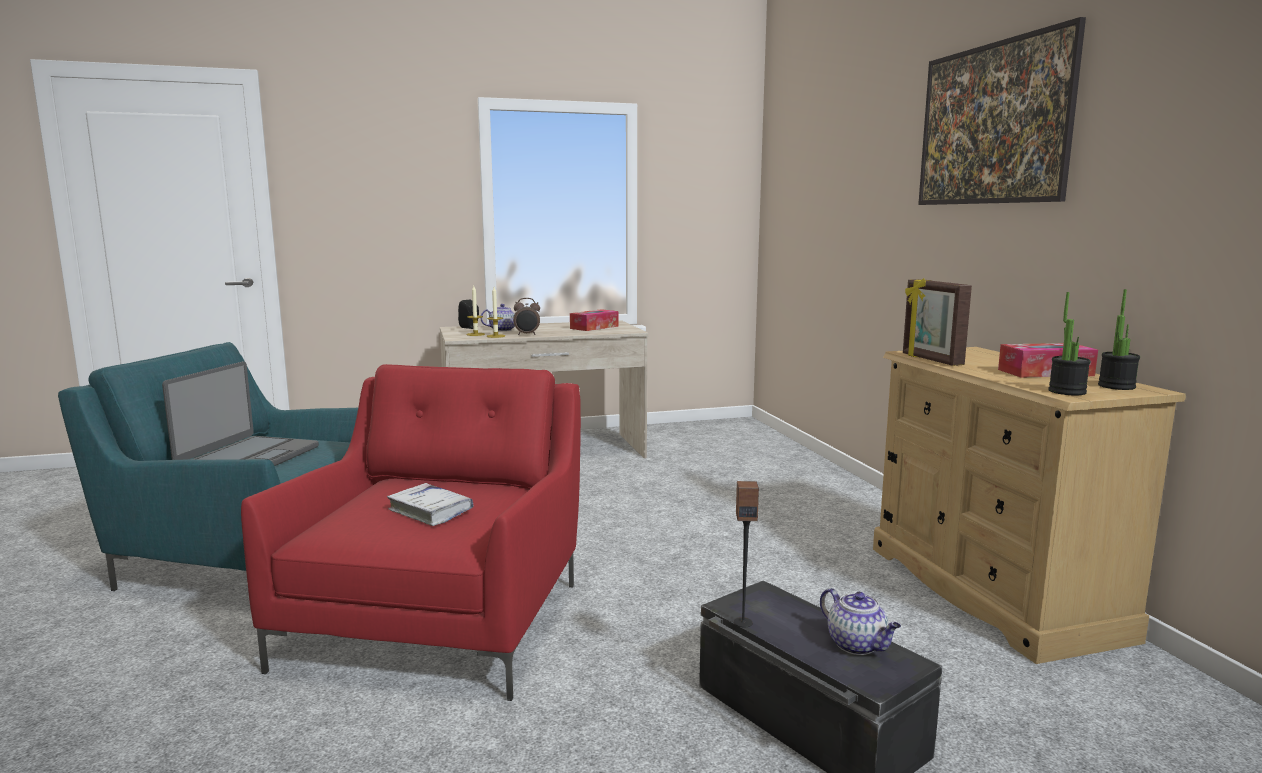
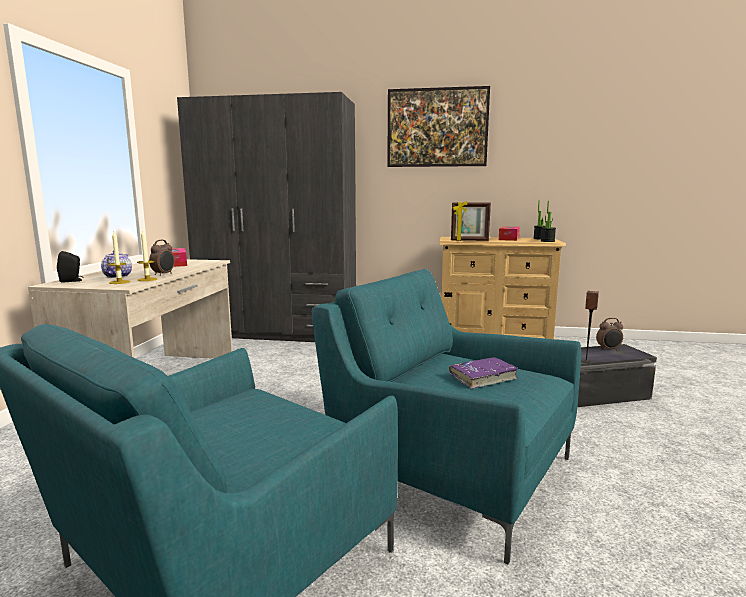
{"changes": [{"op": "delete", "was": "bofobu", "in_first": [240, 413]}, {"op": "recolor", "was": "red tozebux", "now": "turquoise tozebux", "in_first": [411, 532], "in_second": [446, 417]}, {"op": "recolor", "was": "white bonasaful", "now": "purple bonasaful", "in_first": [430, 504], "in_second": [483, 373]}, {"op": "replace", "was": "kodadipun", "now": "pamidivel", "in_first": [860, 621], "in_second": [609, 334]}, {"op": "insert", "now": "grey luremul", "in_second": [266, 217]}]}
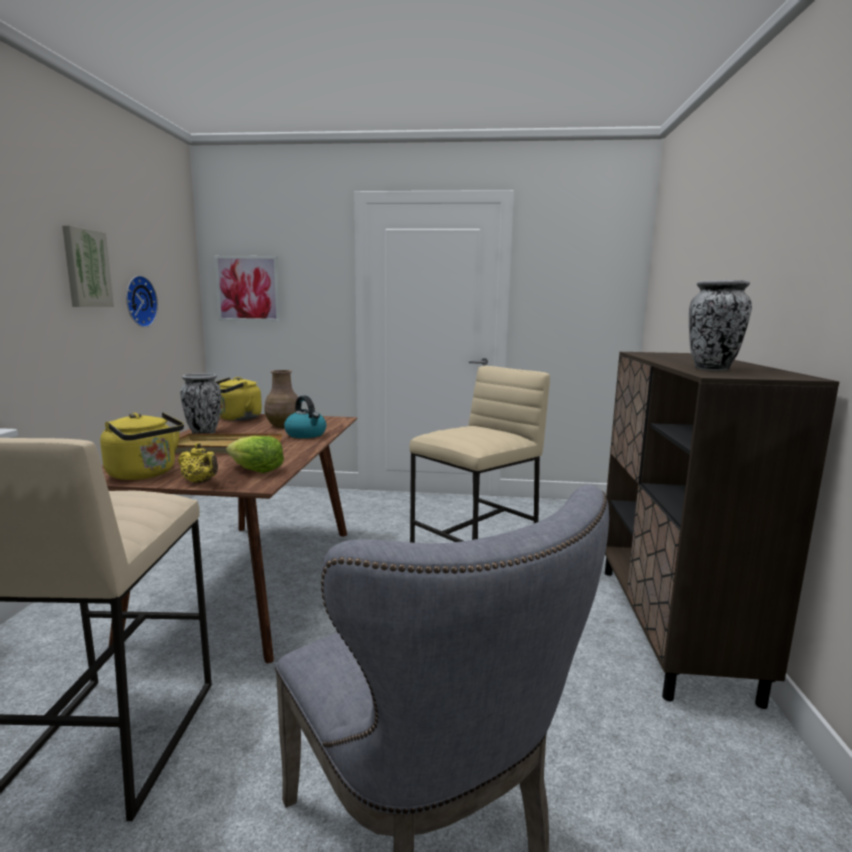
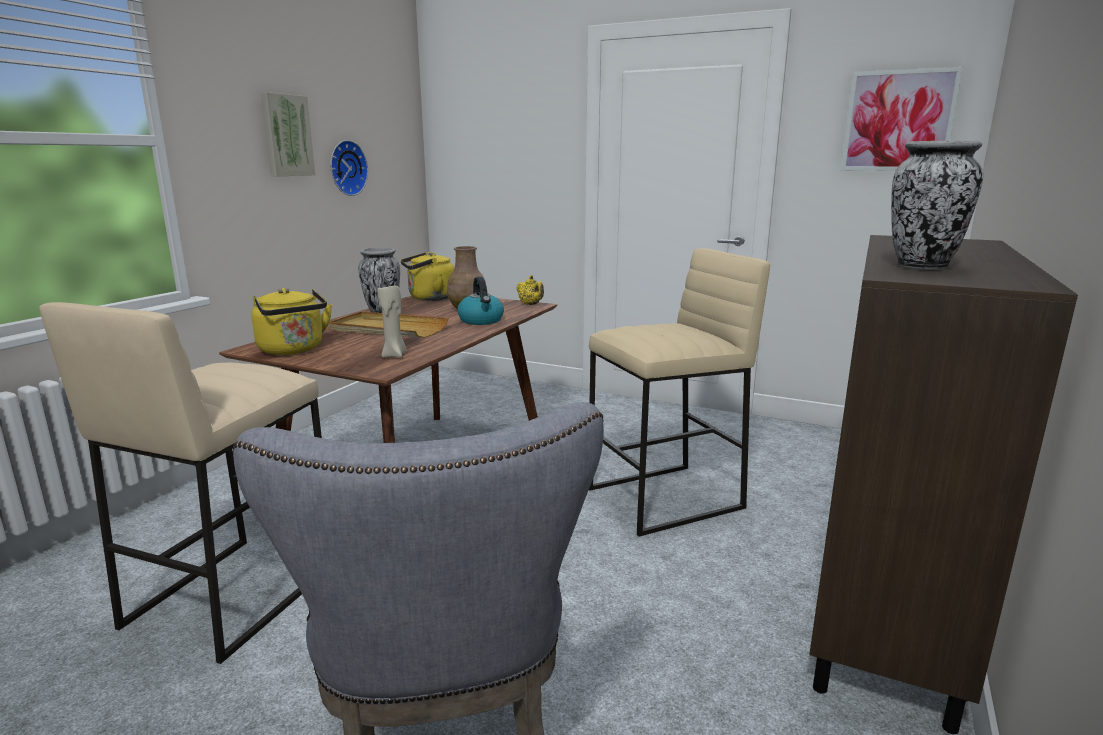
{"changes": [{"op": "move", "was": "yellow kodadipun", "in_first": [198, 463], "in_second": [530, 290]}, {"op": "move", "was": "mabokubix", "in_first": [247, 289], "in_second": [902, 119]}, {"op": "replace", "was": "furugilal", "now": "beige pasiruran", "in_first": [255, 454], "in_second": [392, 320]}]}
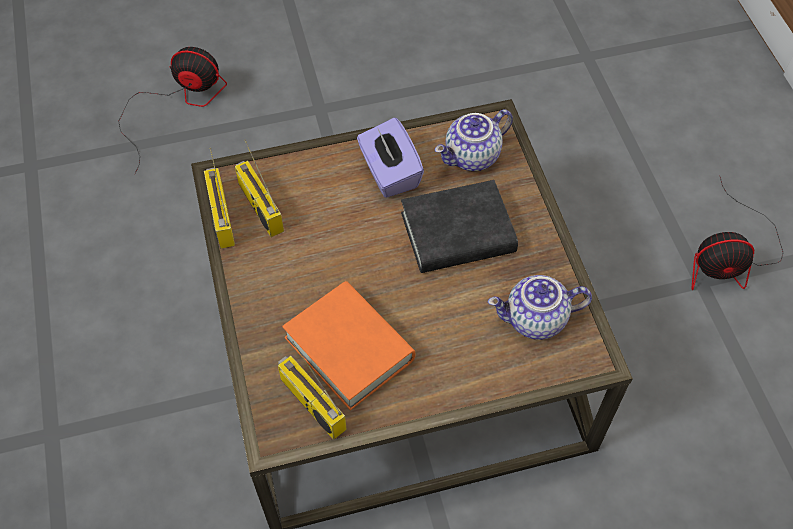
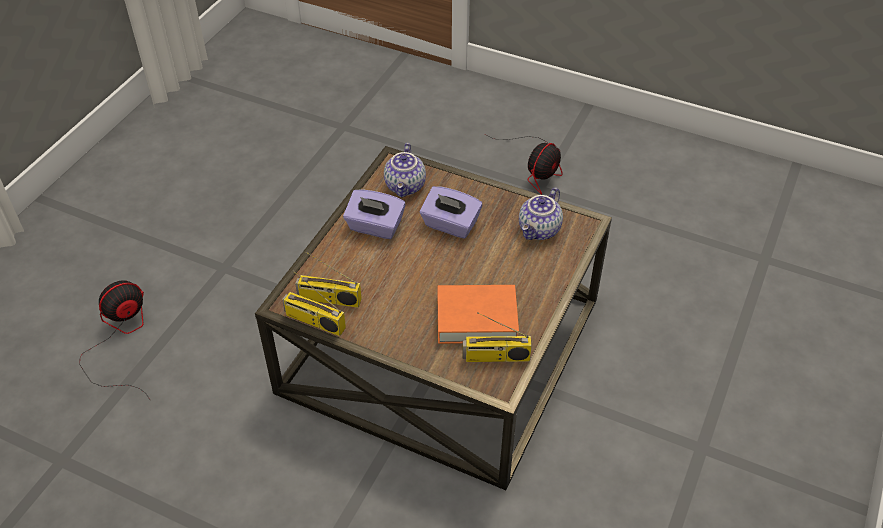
{"changes": [{"op": "replace", "was": "black bonasaful", "now": "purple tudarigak", "in_first": [459, 226], "in_second": [451, 212]}]}
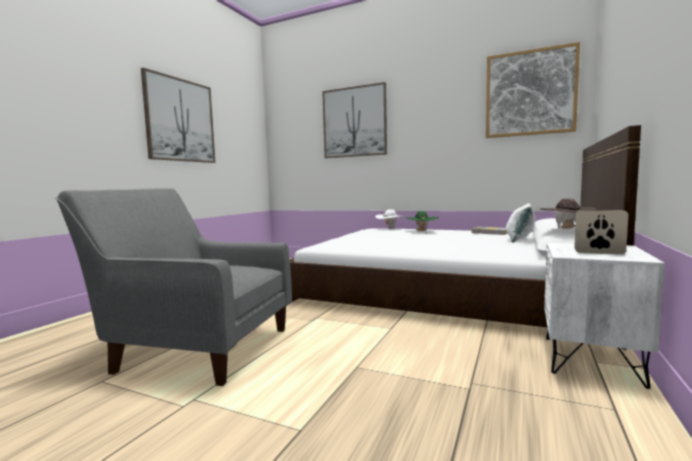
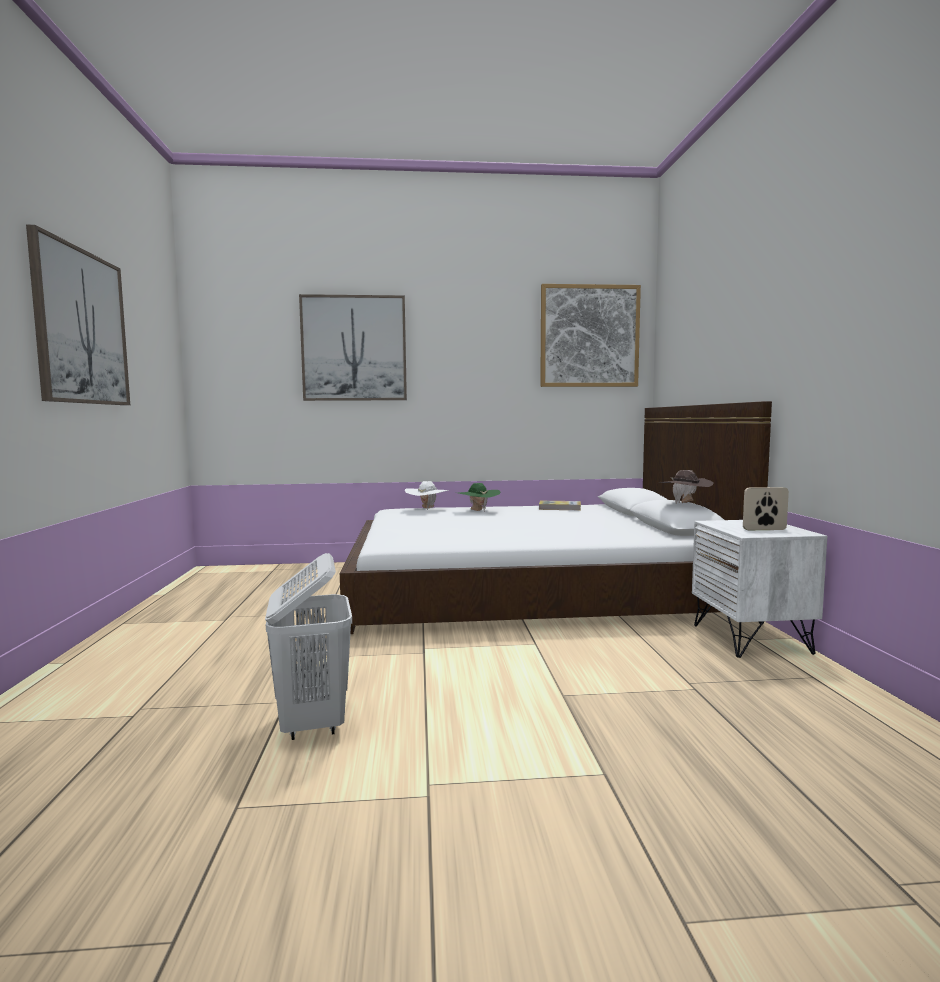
{"changes": [{"op": "replace", "was": "grey tozebux", "now": "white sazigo", "in_first": [173, 287], "in_second": [308, 646]}, {"op": "delete", "was": "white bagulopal", "in_first": [521, 223]}]}
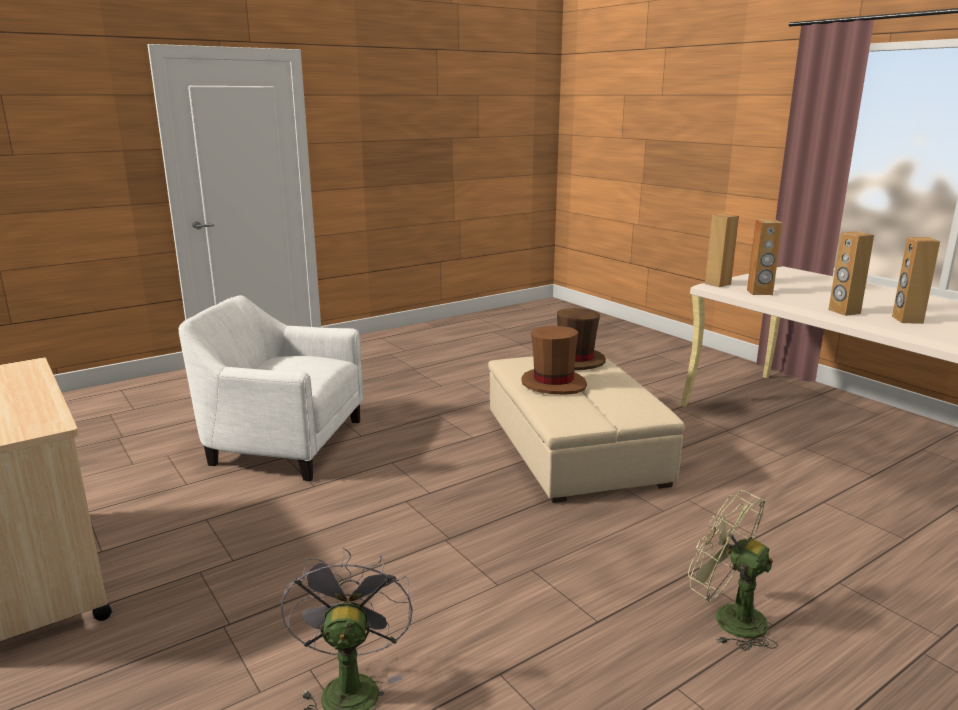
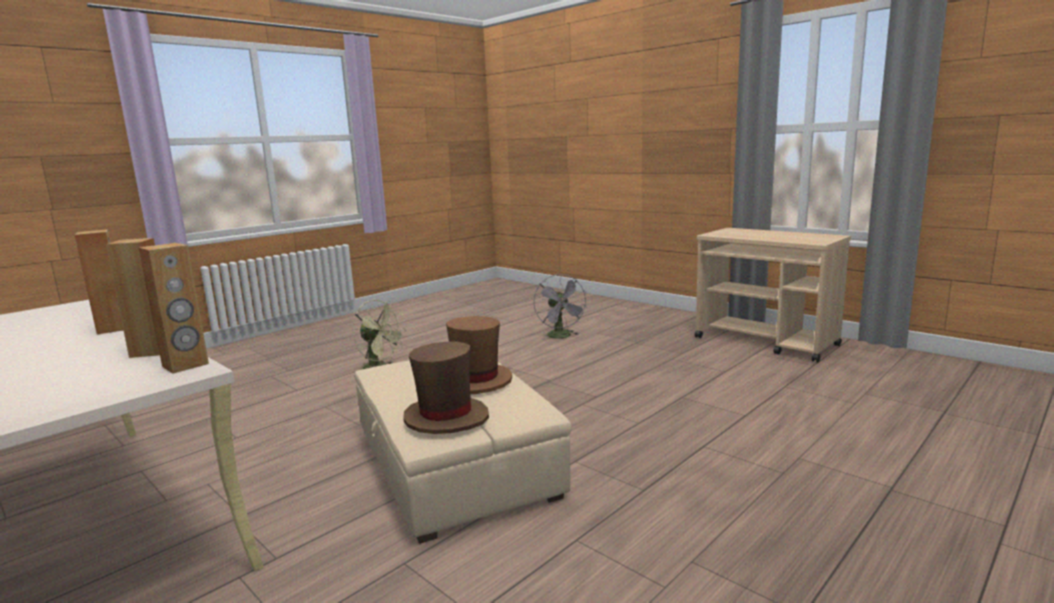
{"changes": [{"op": "delete", "was": "white tozebux", "in_first": [271, 388]}, {"op": "delete", "was": "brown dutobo", "in_first": [916, 280]}]}
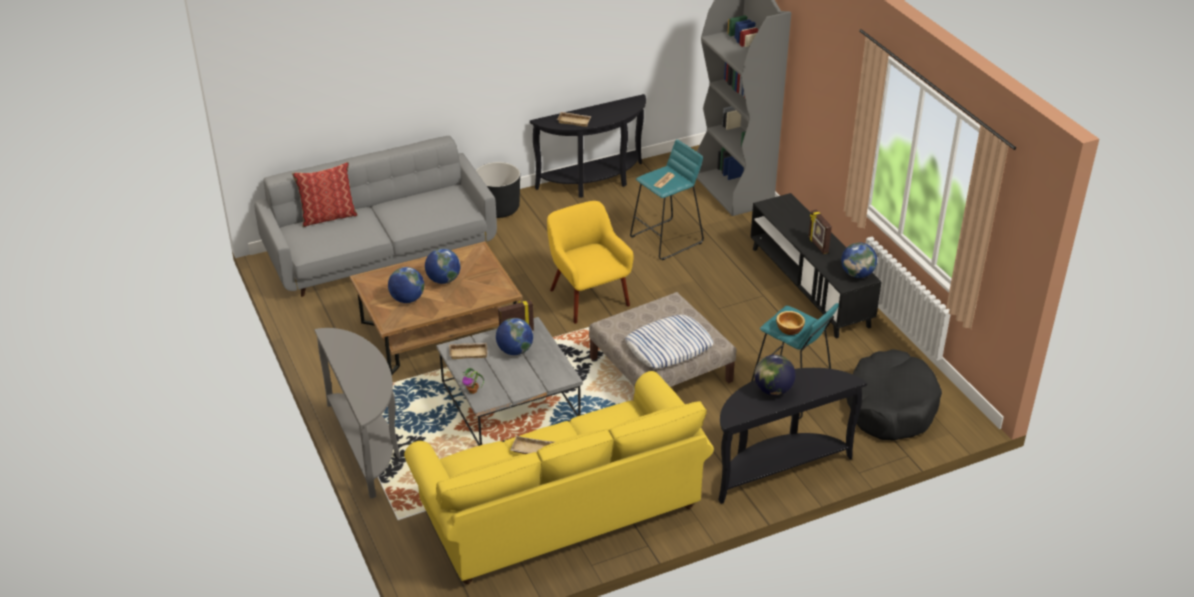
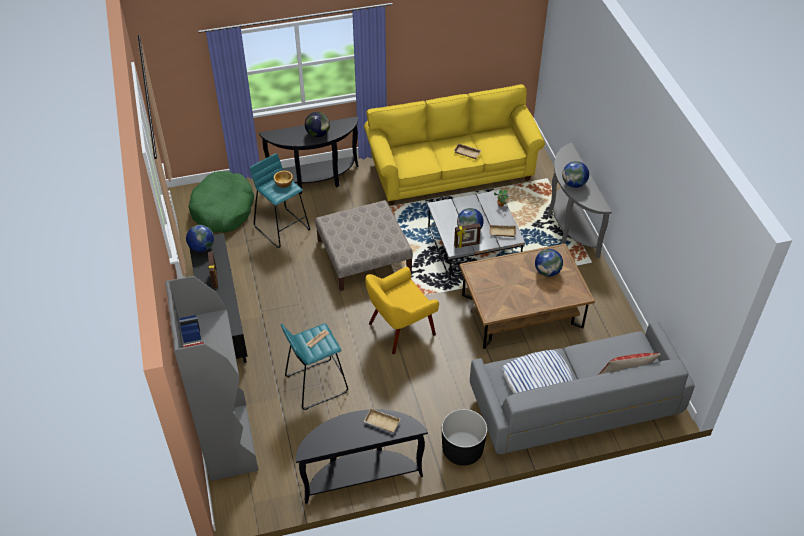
{"changes": [{"op": "move", "was": "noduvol", "in_first": [442, 266], "in_second": [575, 174]}, {"op": "rotate", "was": "yellow tozebux", "in_first": [590, 262], "in_second": [402, 310], "clockwise": 75}, {"op": "move", "was": "bagulopal", "in_first": [669, 341], "in_second": [537, 372]}, {"op": "recolor", "was": "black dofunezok", "now": "green dofunezok", "in_first": [894, 395], "in_second": [221, 202]}]}
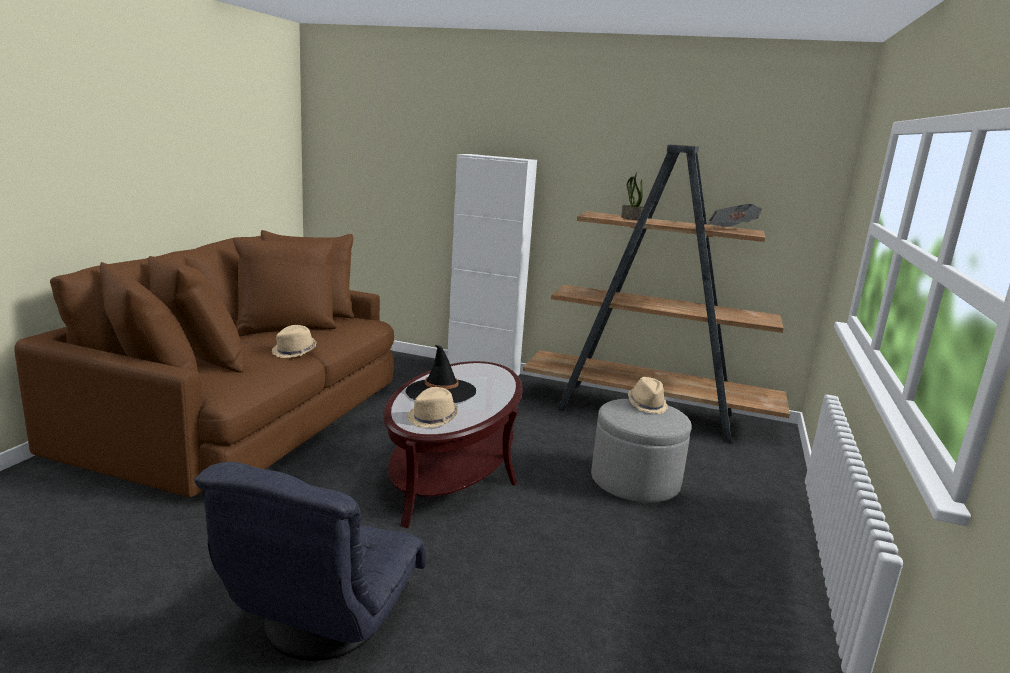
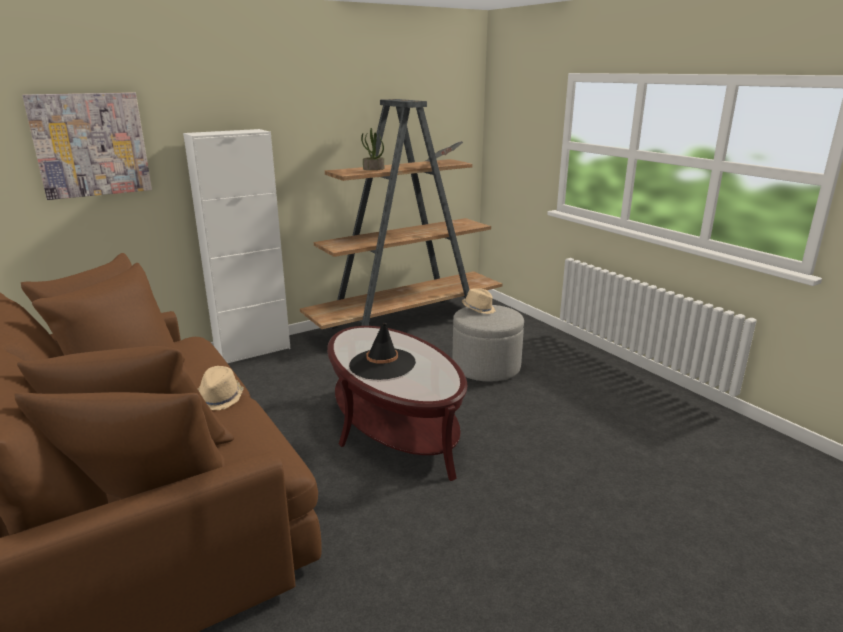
{"changes": [{"op": "delete", "was": "grey tozebux", "in_first": [310, 561]}, {"op": "delete", "was": "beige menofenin", "in_first": [433, 407]}, {"op": "insert", "now": "mabokubix", "in_second": [87, 146]}]}
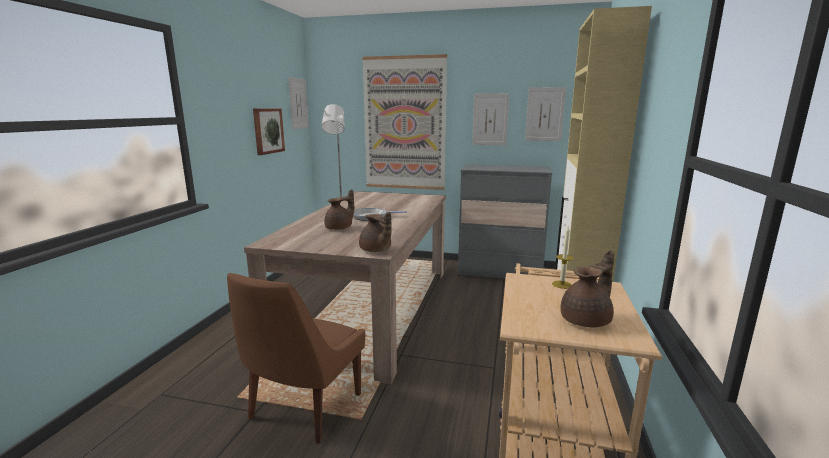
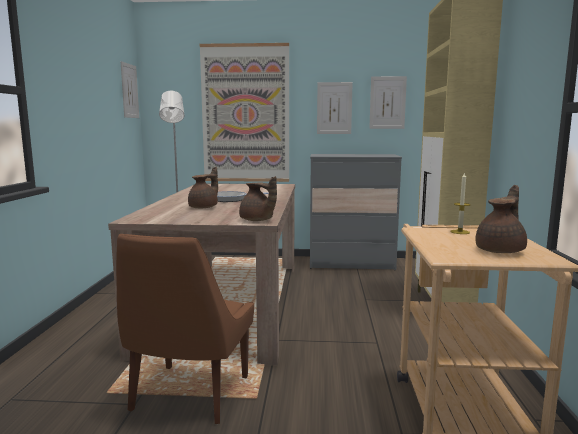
{"changes": [{"op": "delete", "was": "mabokubix", "in_first": [269, 131]}]}
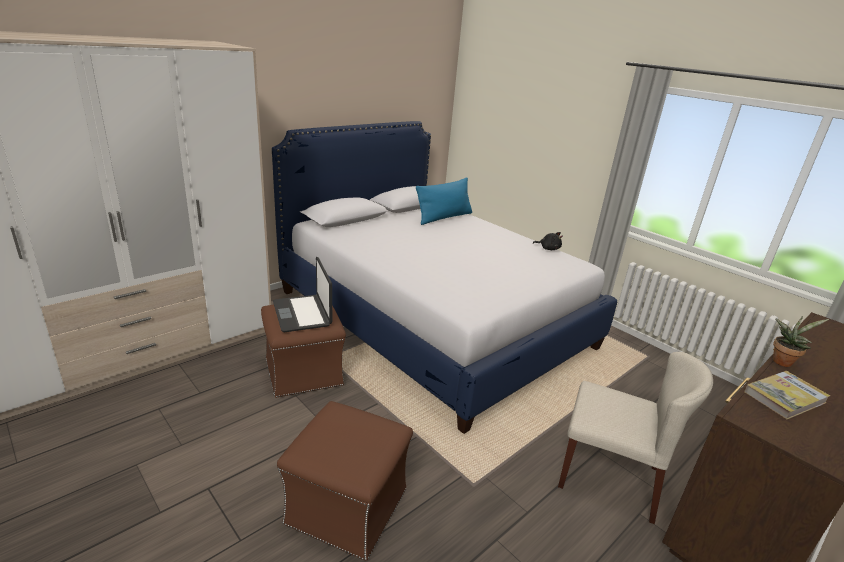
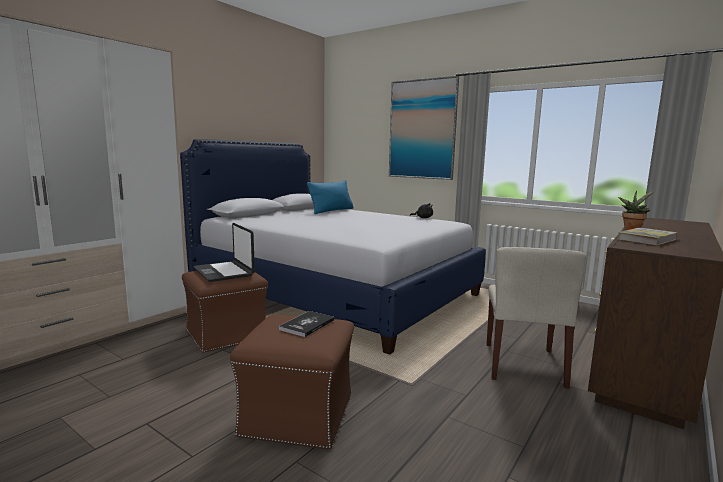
{"changes": [{"op": "rotate", "was": "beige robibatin", "in_first": [635, 438], "in_second": [536, 318], "clockwise": 90}, {"op": "insert", "now": "bonasaful", "in_second": [307, 324]}, {"op": "insert", "now": "mabokubix", "in_second": [424, 128]}]}
